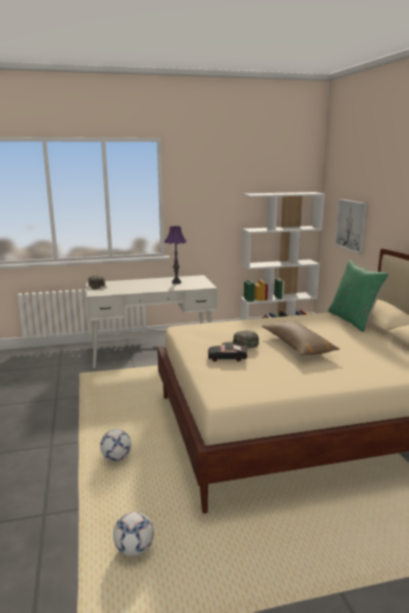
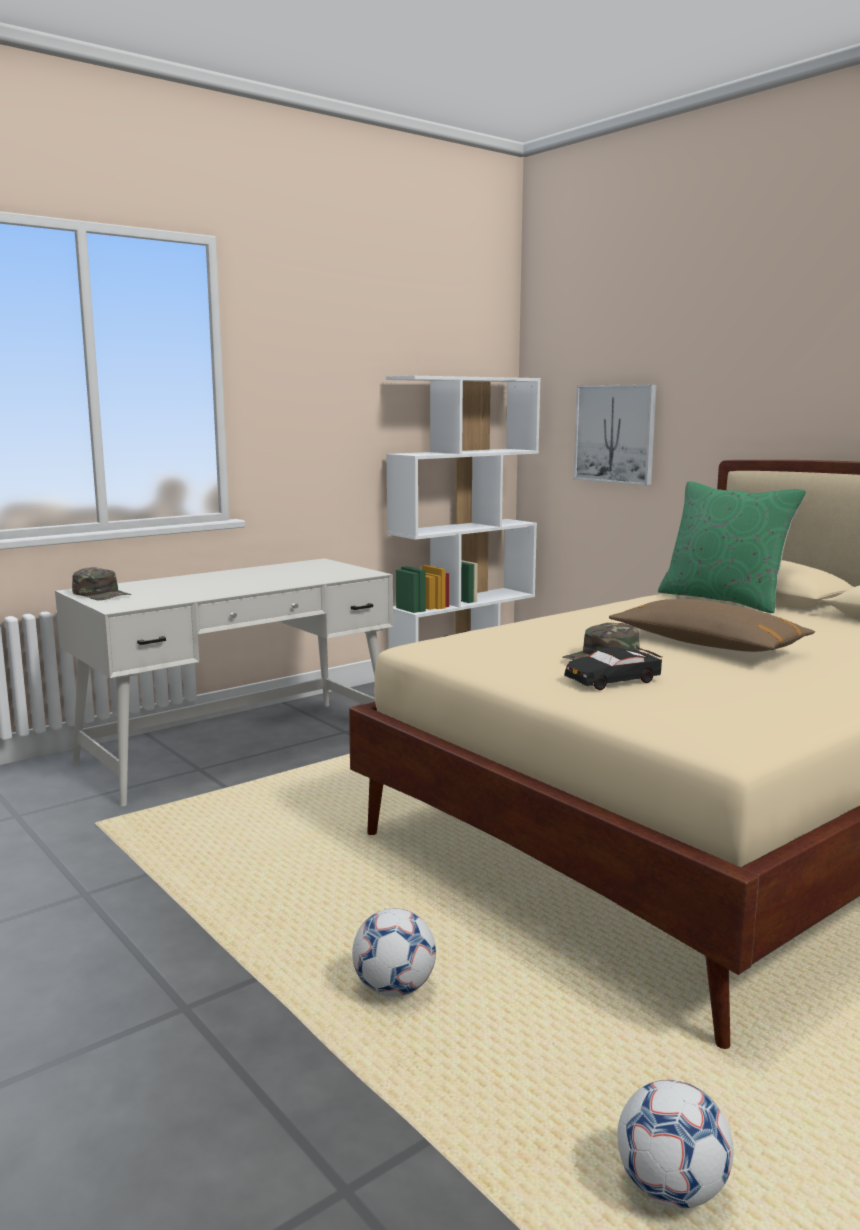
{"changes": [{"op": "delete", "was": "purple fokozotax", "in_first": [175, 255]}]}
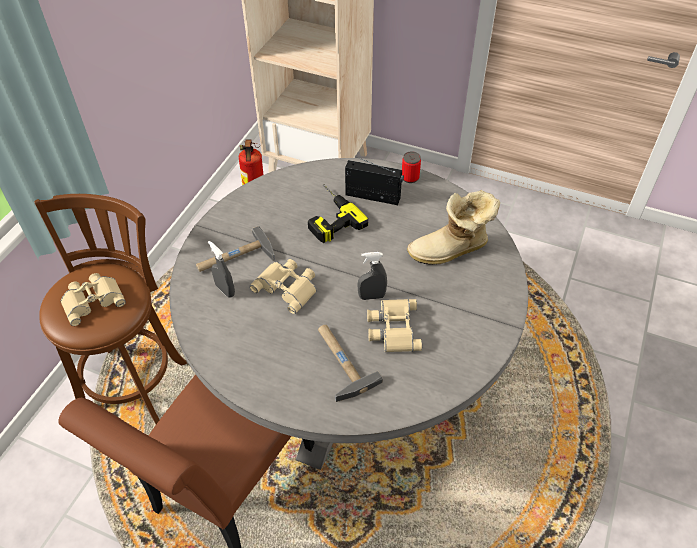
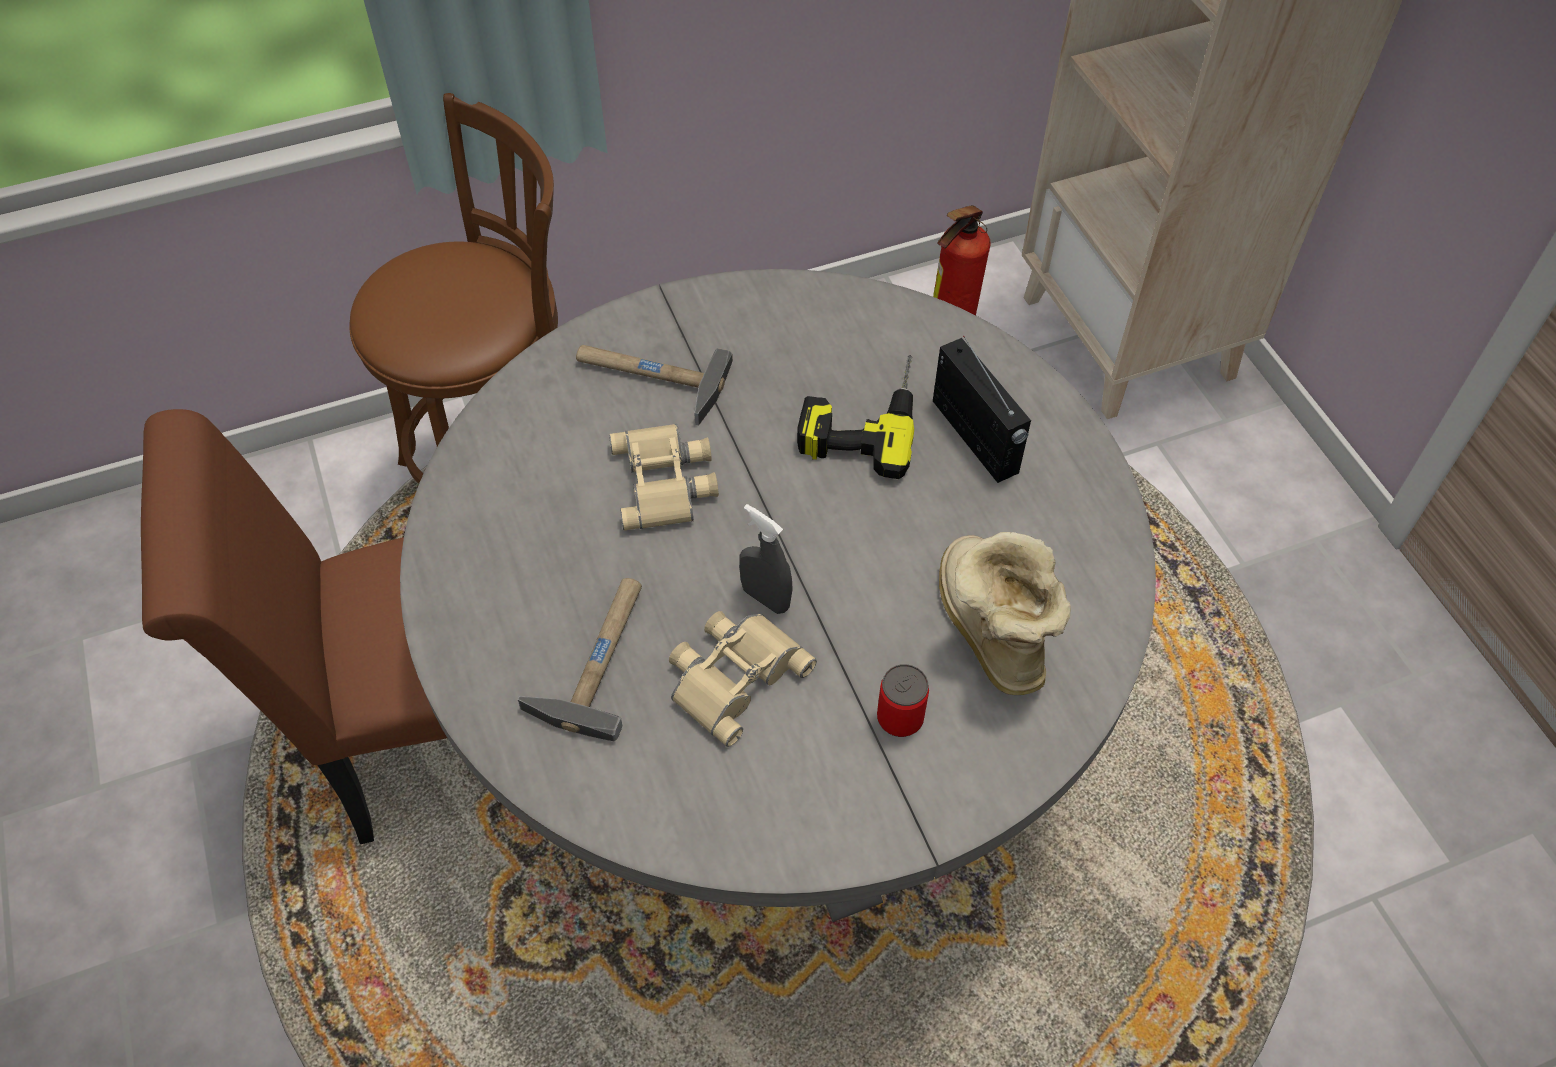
{"changes": [{"op": "delete", "was": "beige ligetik", "in_first": [93, 299]}, {"op": "delete", "was": "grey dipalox", "in_first": [221, 269]}, {"op": "move", "was": "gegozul", "in_first": [411, 167], "in_second": [903, 700]}, {"op": "rotate", "was": "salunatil", "in_first": [453, 227], "in_second": [1005, 613], "clockwise": 45}]}
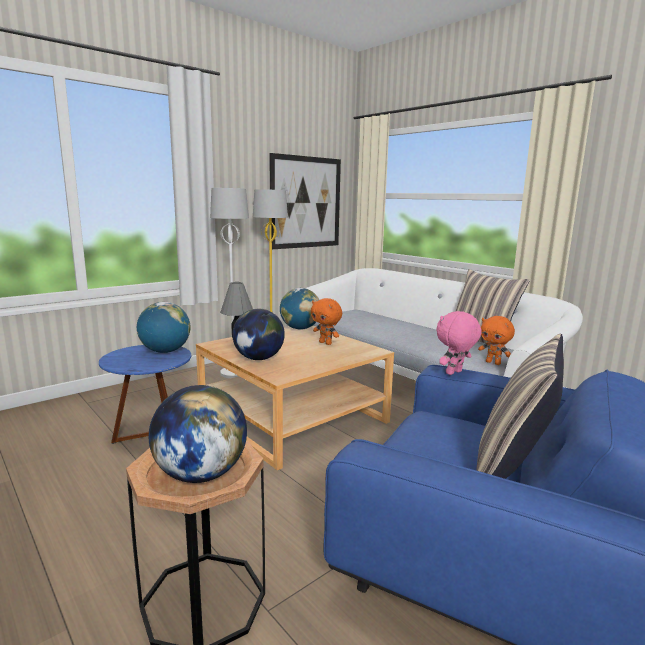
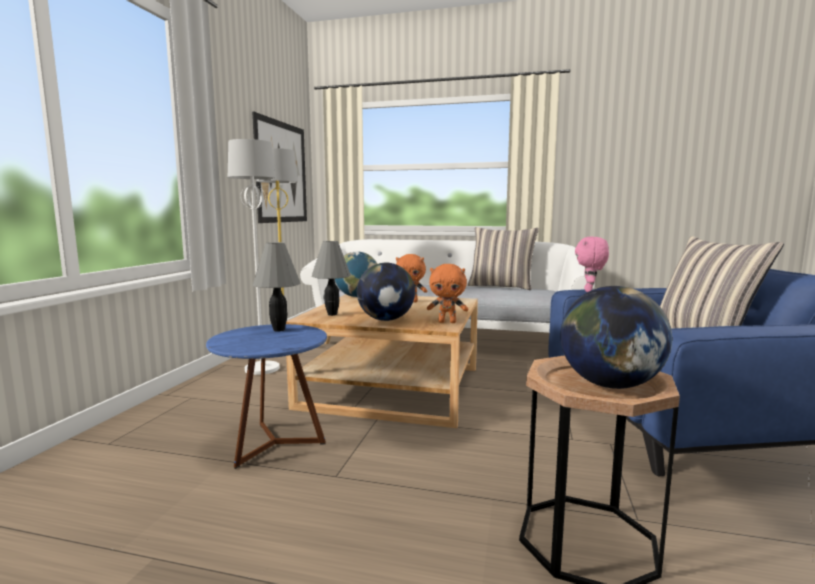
{"changes": [{"op": "replace", "was": "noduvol", "now": "grey fokozotax", "in_first": [163, 327], "in_second": [277, 287]}, {"op": "move", "was": "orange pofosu", "in_first": [496, 340], "in_second": [447, 293]}]}
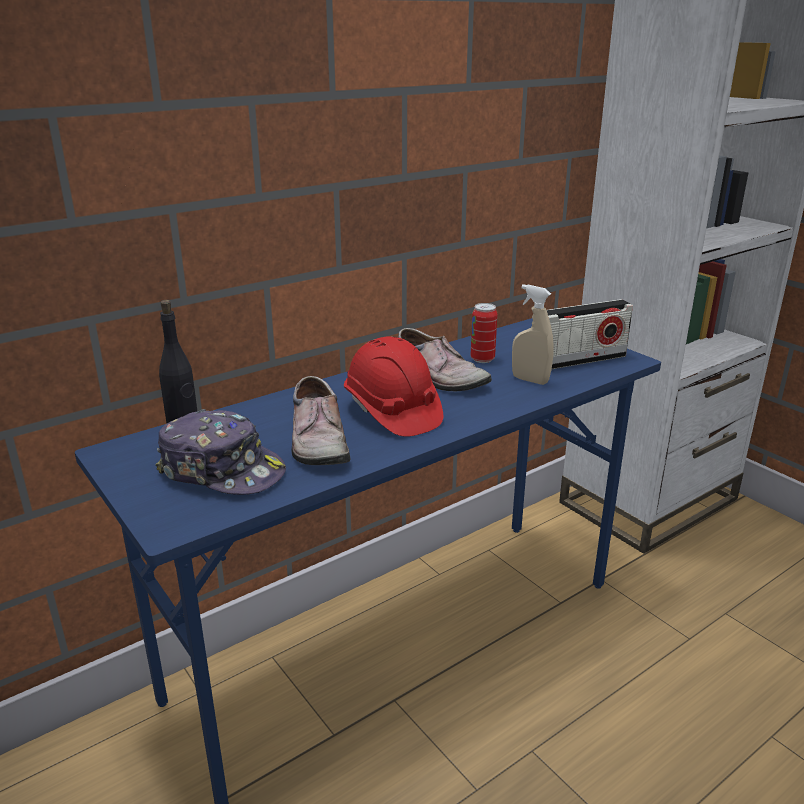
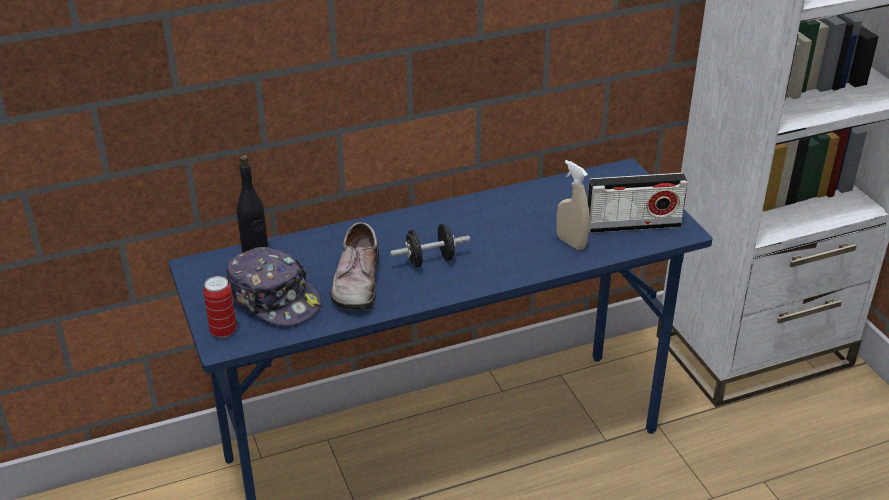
{"changes": [{"op": "replace", "was": "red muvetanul", "now": "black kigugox", "in_first": [393, 386], "in_second": [430, 245]}, {"op": "delete", "was": "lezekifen", "in_first": [445, 359]}, {"op": "move", "was": "gegozul", "in_first": [484, 333], "in_second": [220, 307]}]}
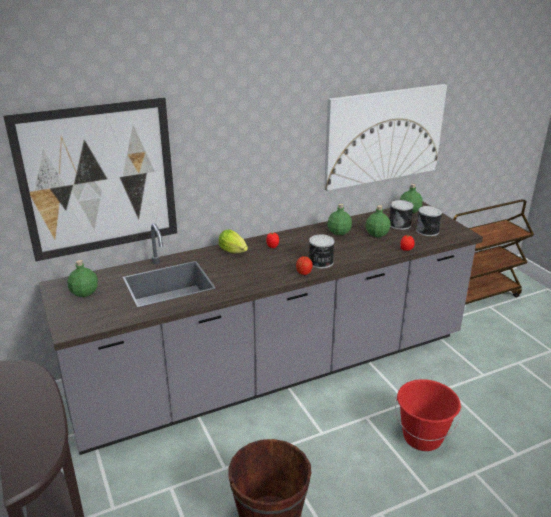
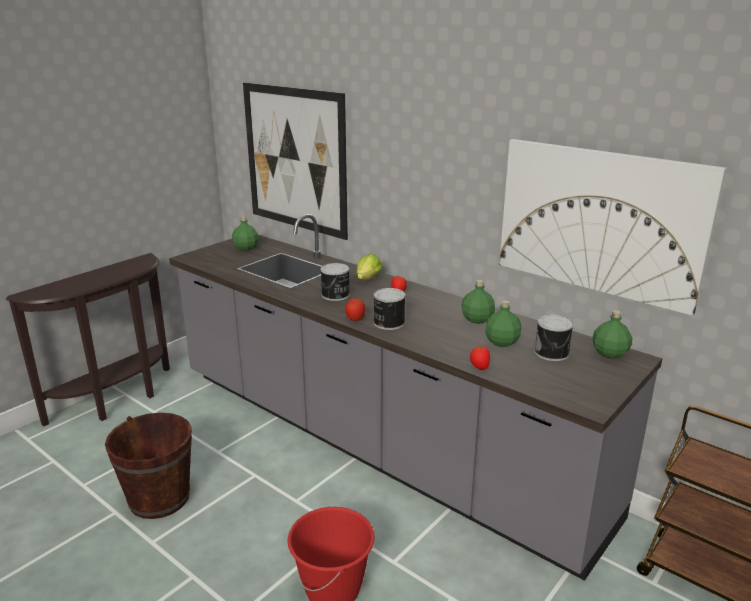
{"changes": [{"op": "move", "was": "gegozul", "in_first": [429, 221], "in_second": [335, 282]}]}
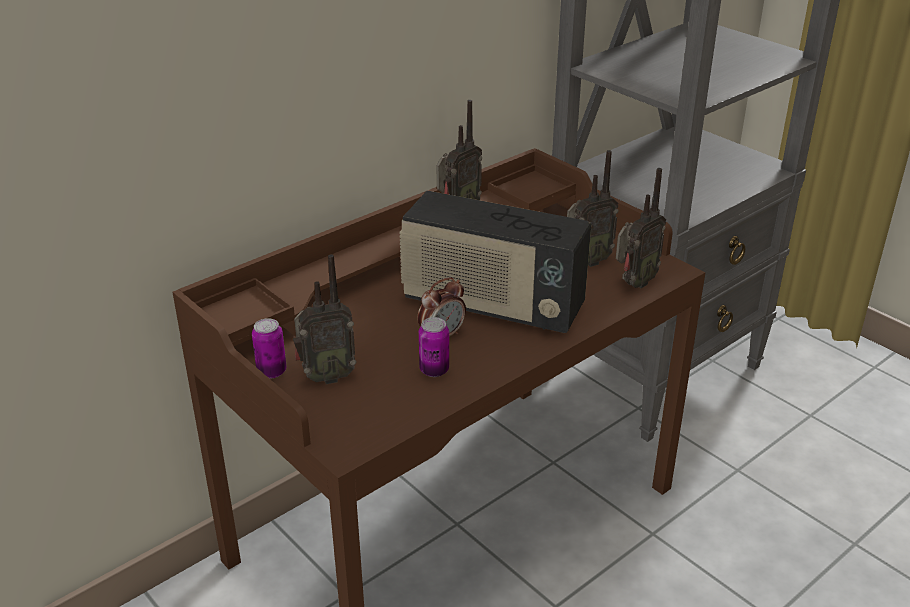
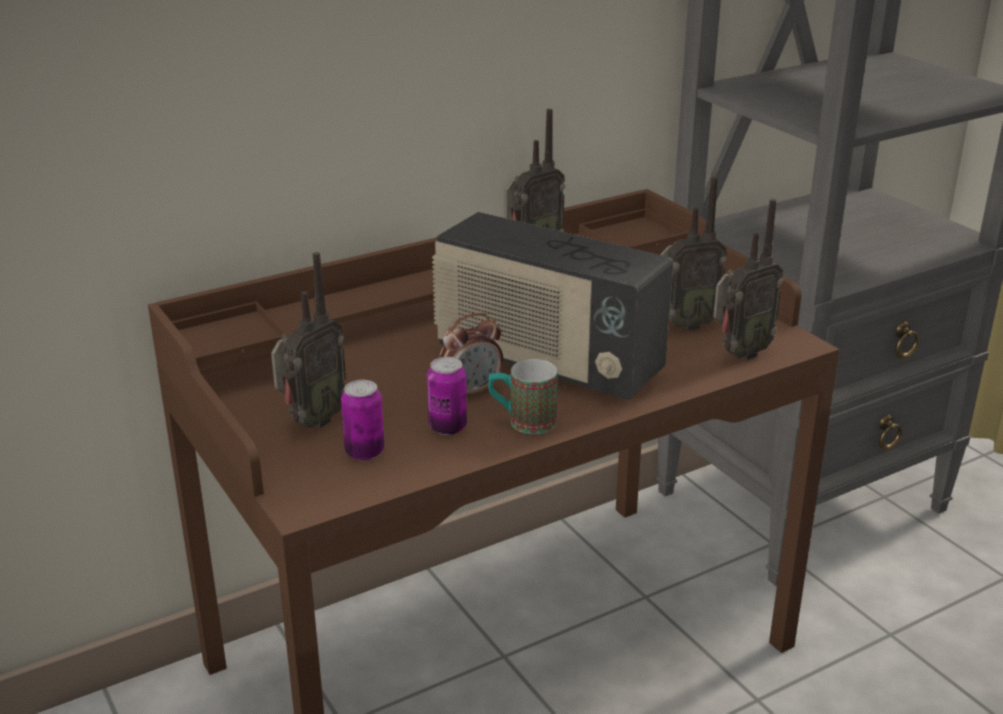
{"changes": [{"op": "move", "was": "gegozul", "in_first": [269, 348], "in_second": [362, 420]}, {"op": "rotate", "was": "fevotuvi", "in_first": [325, 319], "in_second": [308, 340], "clockwise": -45}, {"op": "insert", "now": "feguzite", "in_second": [523, 396]}]}
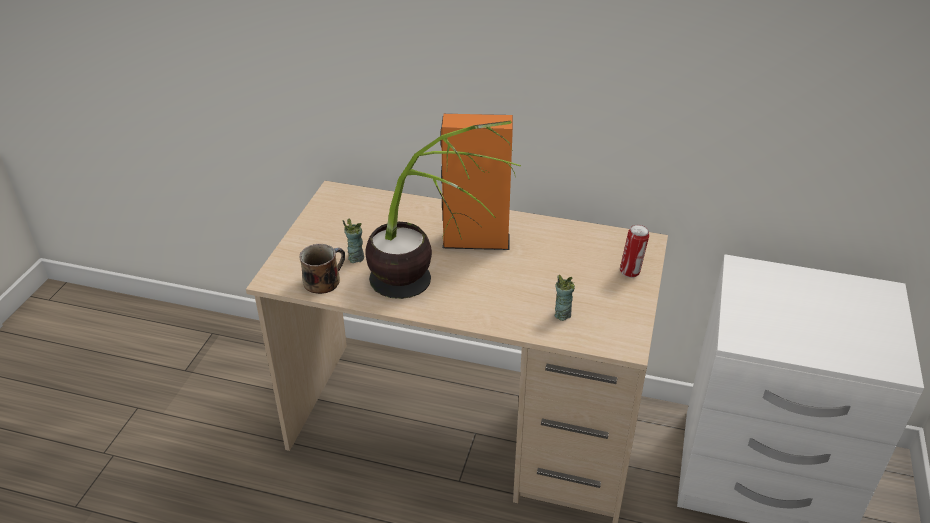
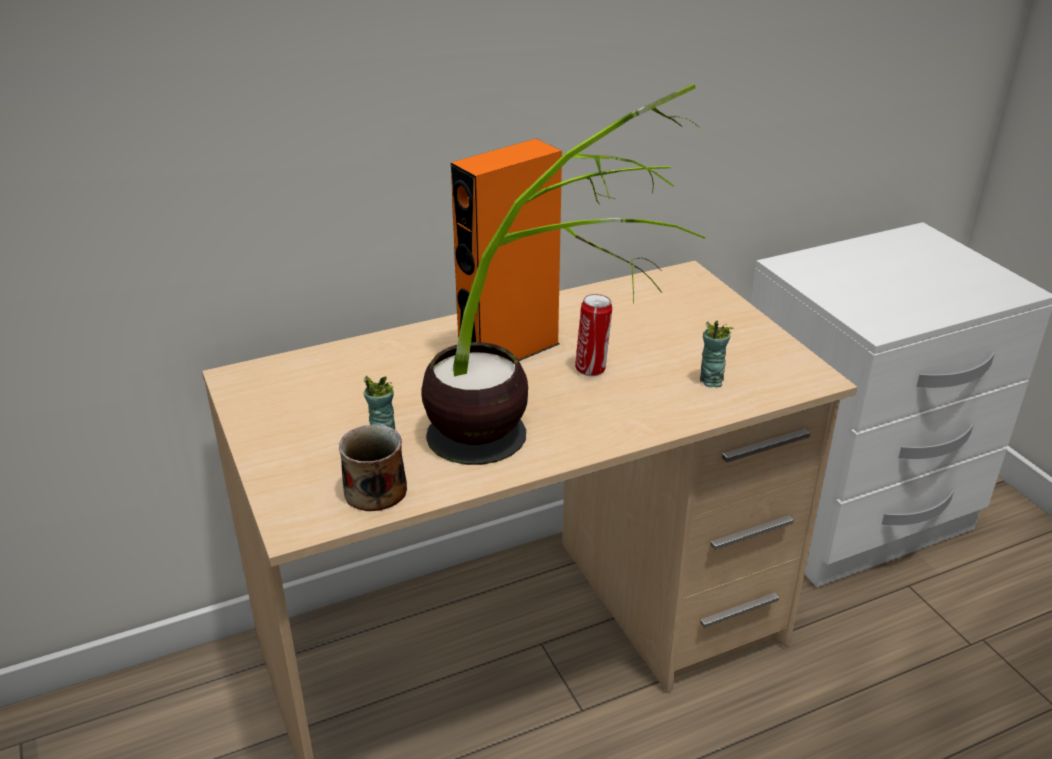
{"changes": [{"op": "move", "was": "gegozul", "in_first": [634, 251], "in_second": [593, 335]}]}
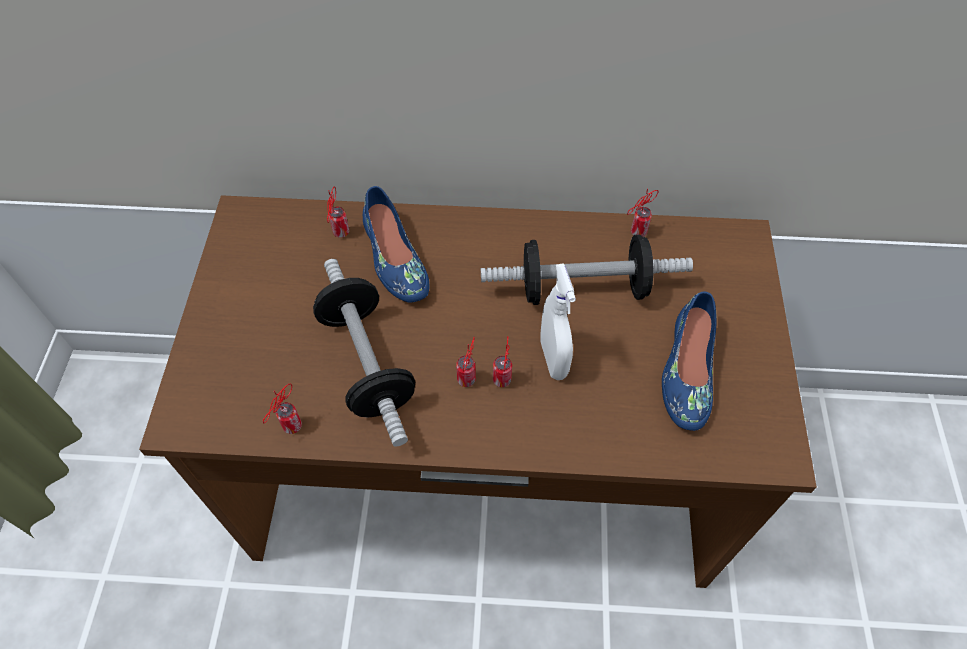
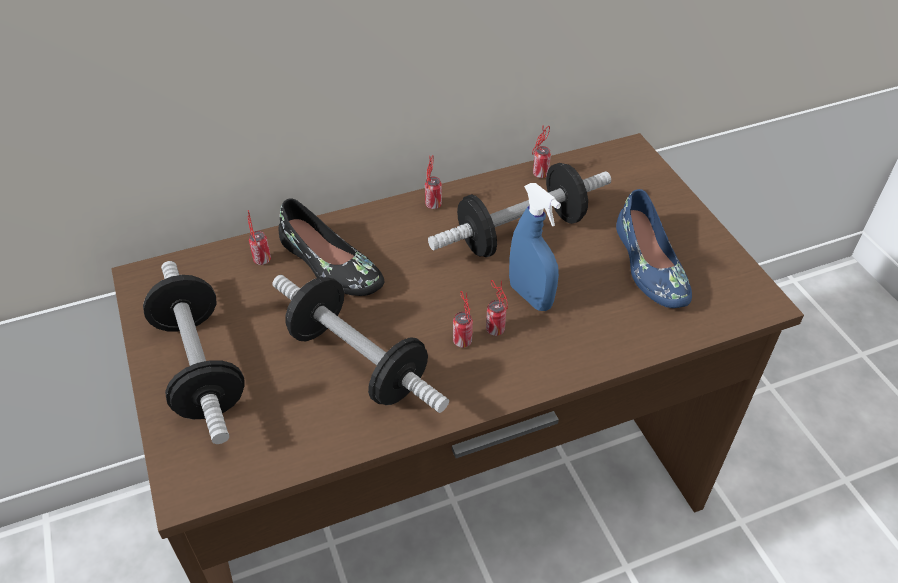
{"changes": [{"op": "move", "was": "gegozul", "in_first": [282, 409], "in_second": [433, 182]}, {"op": "recolor", "was": "blue lezekifen", "now": "black lezekifen", "in_first": [396, 244], "in_second": [332, 247]}, {"op": "recolor", "was": "white dipalox", "now": "blue dipalox", "in_first": [558, 321], "in_second": [535, 247]}, {"op": "insert", "now": "kigugox", "in_second": [194, 352]}]}
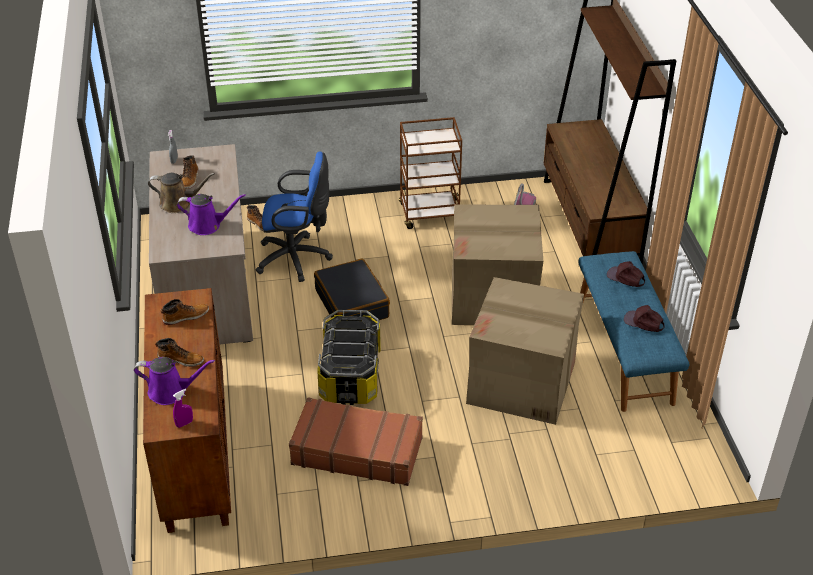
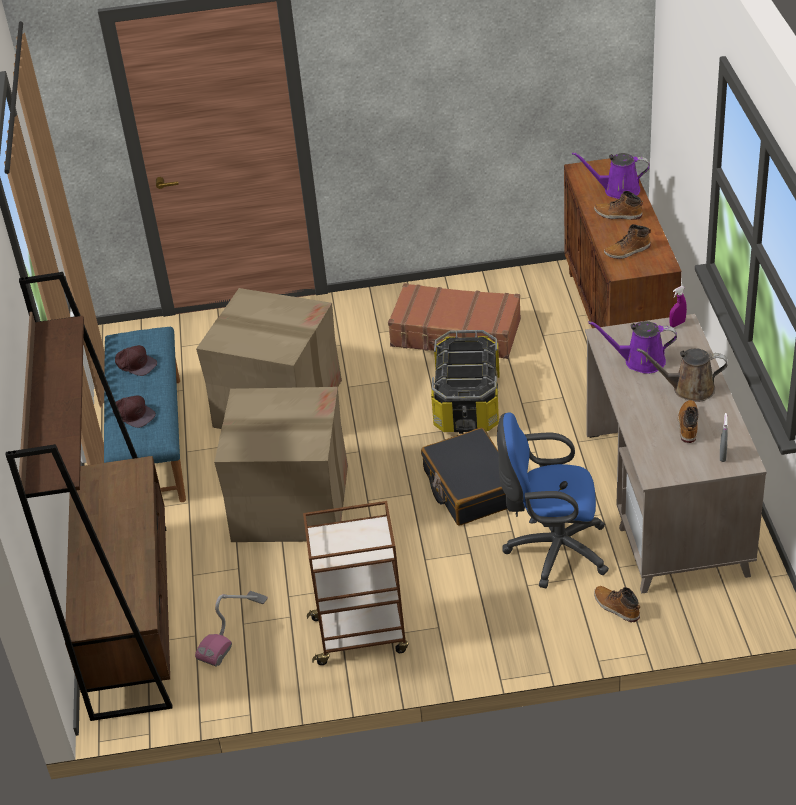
{"changes": [{"op": "move", "was": "purple dipalox", "in_first": [183, 408], "in_second": [678, 306]}]}
